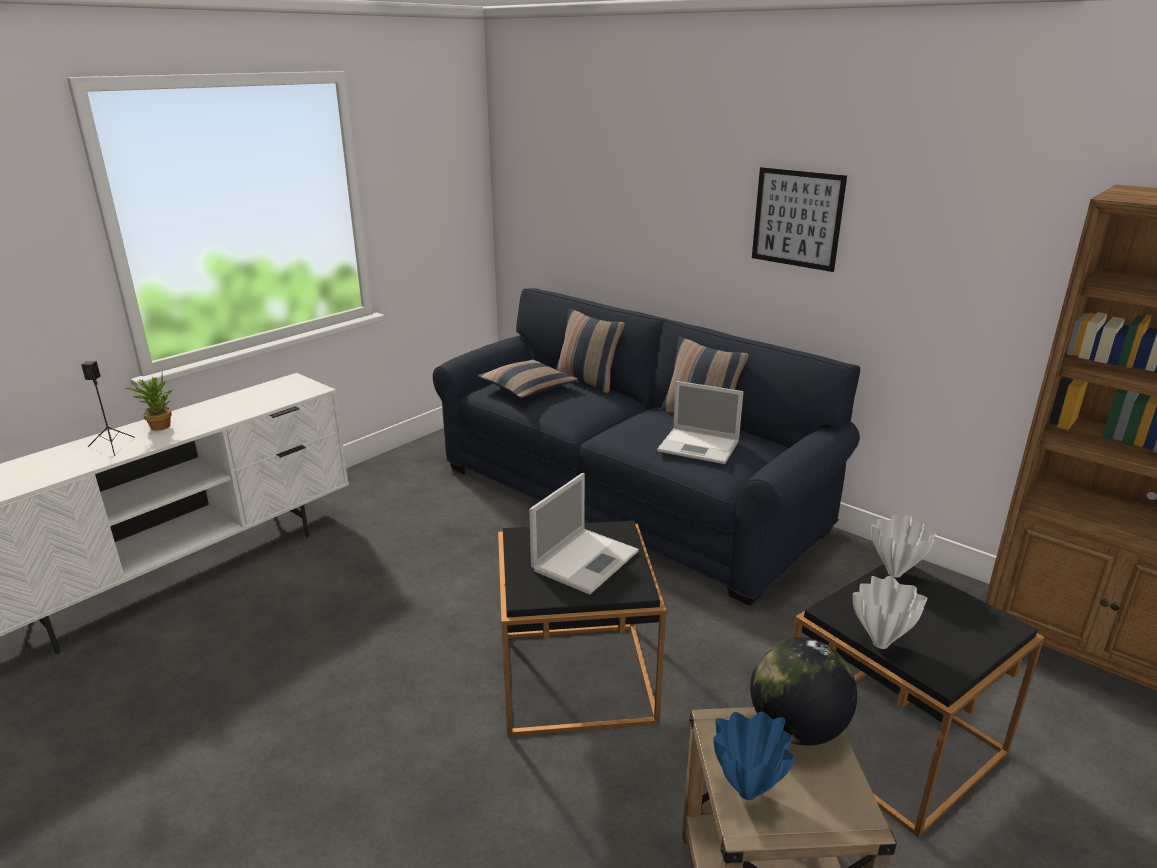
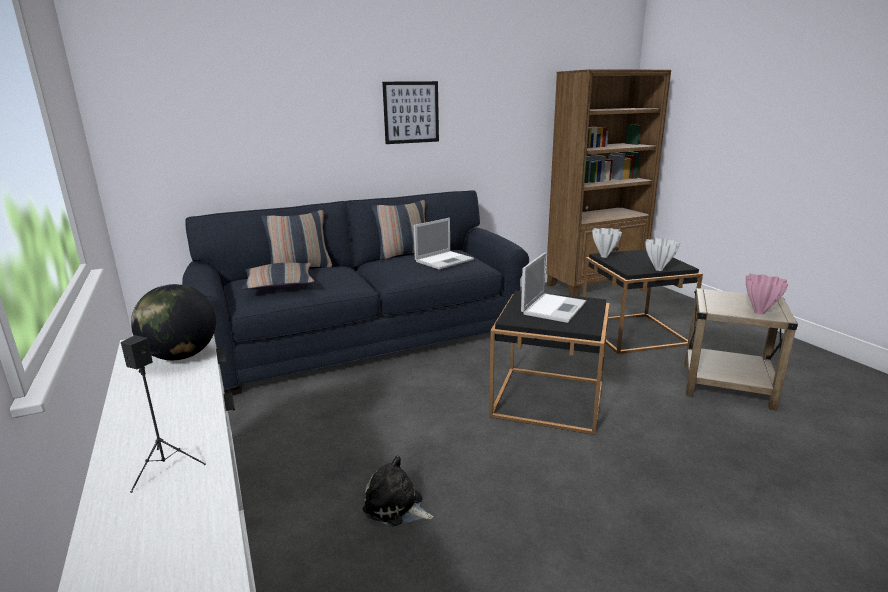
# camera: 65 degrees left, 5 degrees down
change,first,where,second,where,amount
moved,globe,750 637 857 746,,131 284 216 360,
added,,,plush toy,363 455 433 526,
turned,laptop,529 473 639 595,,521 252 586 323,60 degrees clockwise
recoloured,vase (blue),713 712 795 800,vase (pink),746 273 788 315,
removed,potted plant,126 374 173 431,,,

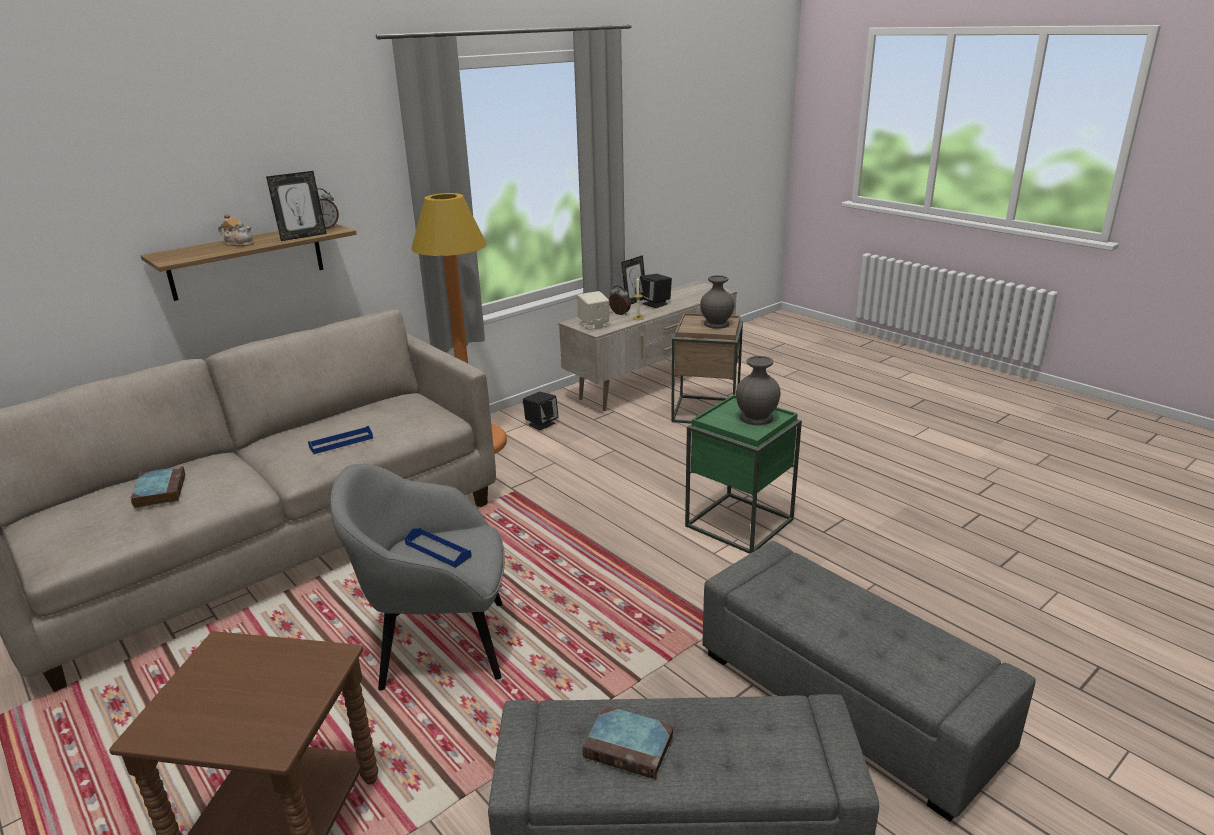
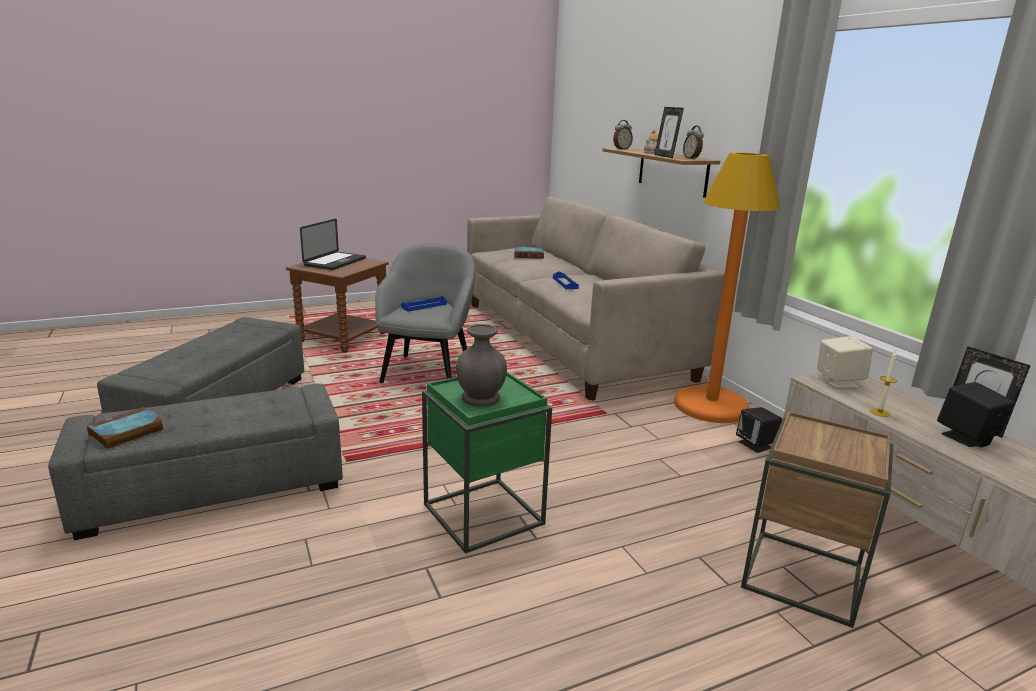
# camera: 105 degrees right, 5 degrees down
change,first,where,second,where,amount
moved,book,582 705 674 780,,86 407 165 450,
added,,,laptop,300 219 366 270,
moved,alarm clock,609 285 631 315,,613 120 633 150,
removed,vase (grey),700 275 734 329,,,

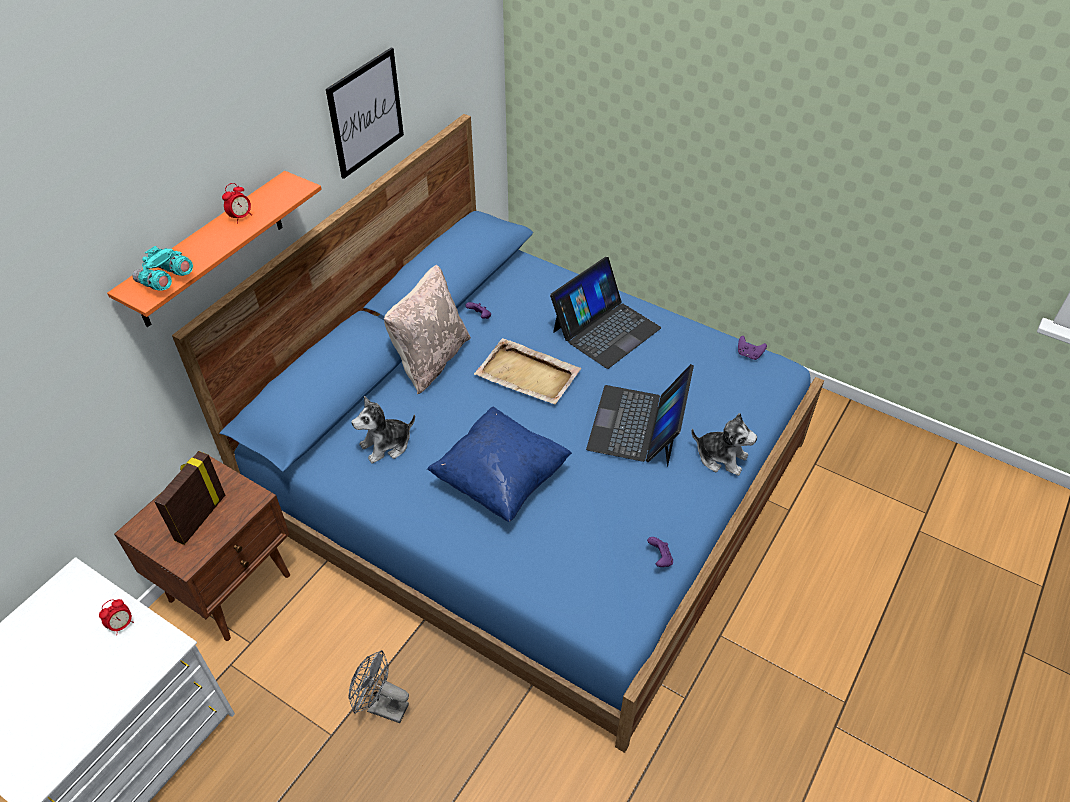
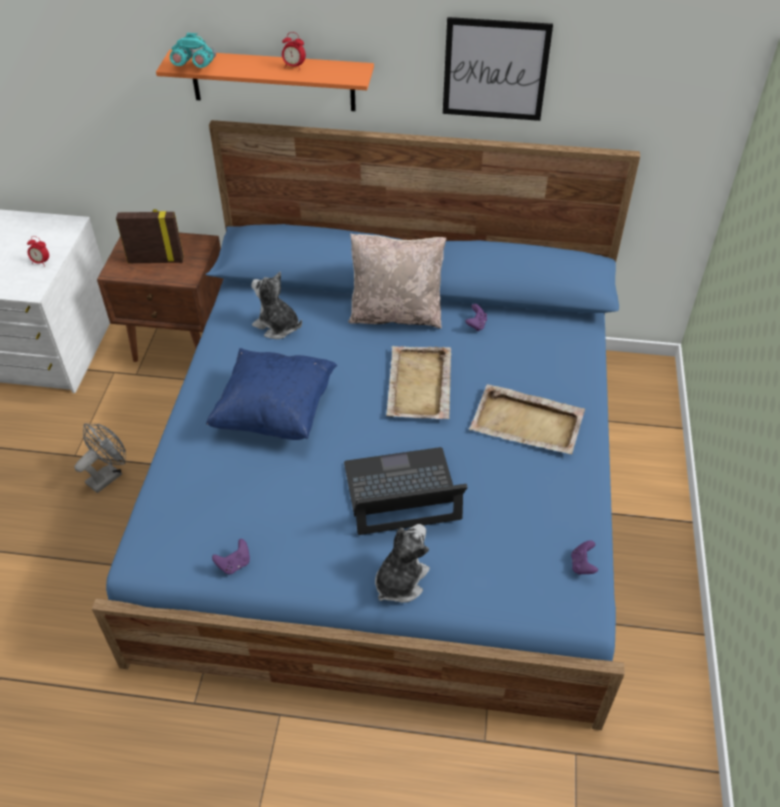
# camera: 65 degrees right, 0 degrees up
change,first,where,second,where,amount
turned,fan (grey),348 650 409 723,,74 423 126 493,45 degrees clockwise
turned,plush toy,691 413 757 476,,375 524 430 603,150 degrees counterclockwise
replaced,laptop,550 257 661 369,tray (beige),469 384 585 454,

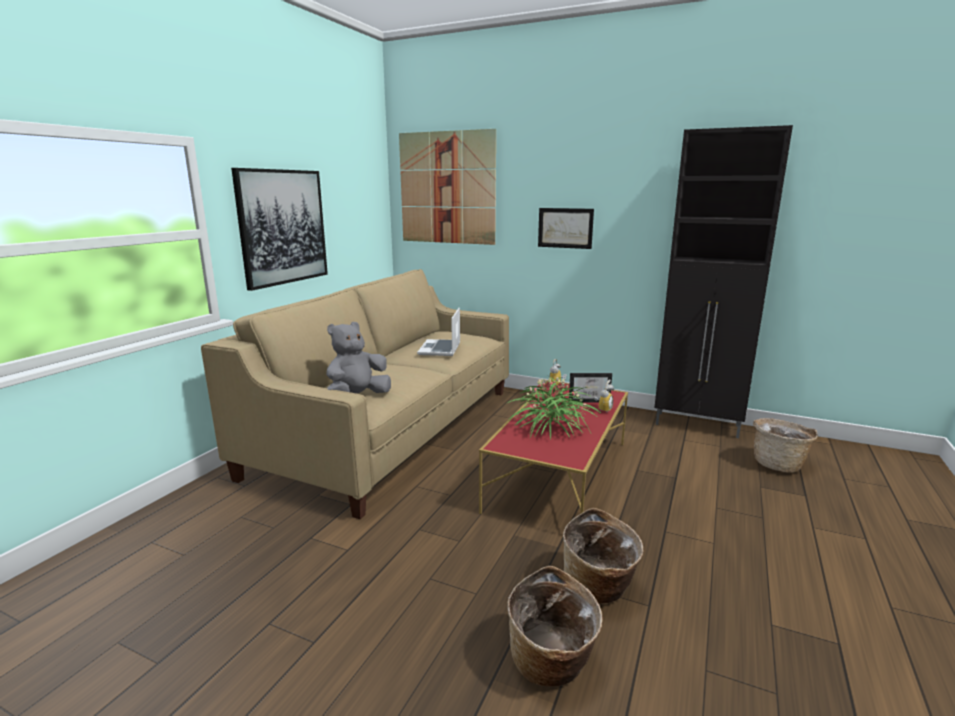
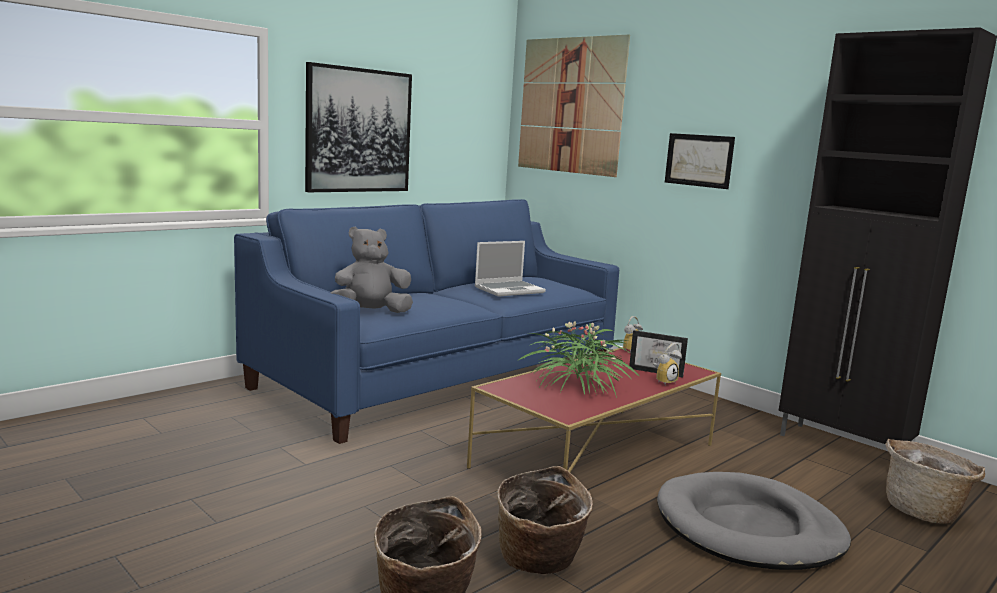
# camera: 20 degrees right, 5 degrees down
change,first,where,second,where,amount
recoloured,sofa (beige),201 269 509 519,sofa (blue),234 199 619 444,
turned,laptop,417 308 460 356,,474 241 546 297,150 degrees counterclockwise
added,,,dog bed (grey),657 472 851 570,

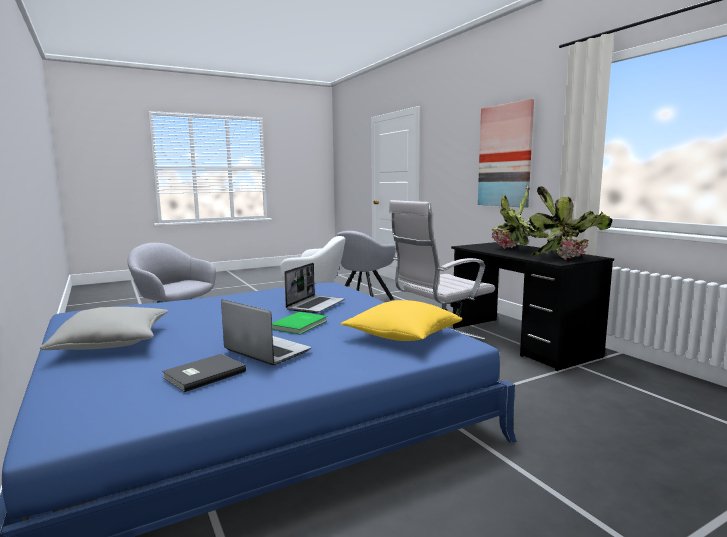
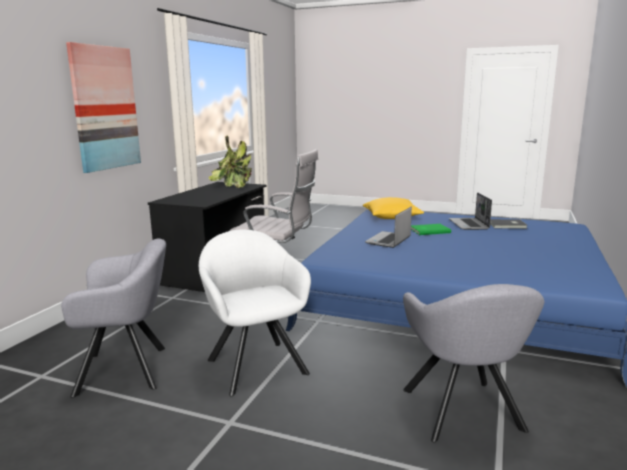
# camera: 130 degrees left, 5 degrees up
change,first,where,second,where,amount
turned,laptop,284 263 345 313,,365 207 412 248,45 degrees counterclockwise
removed,pillow (grey),40 307 168 350,,,
removed,potted plant,491 186 549 249,,,

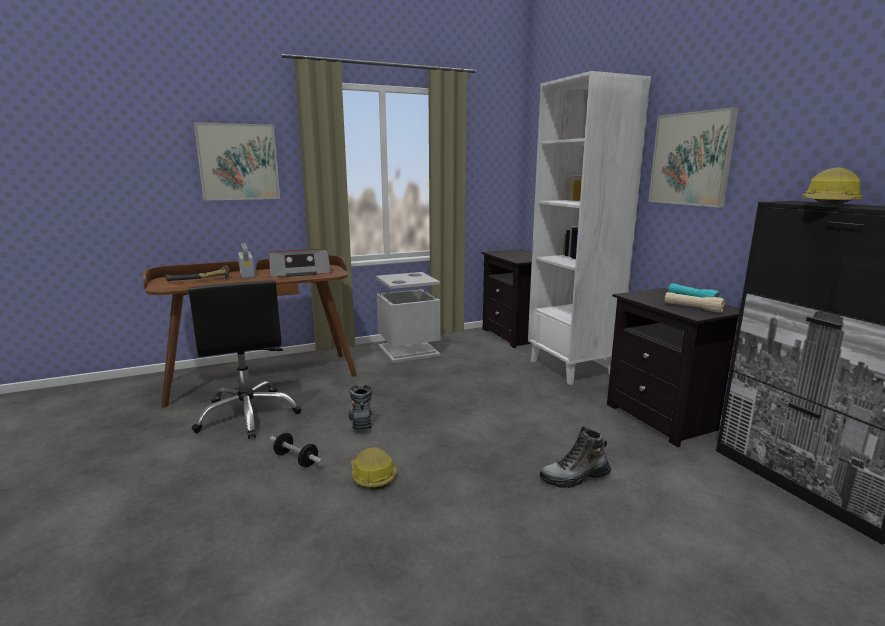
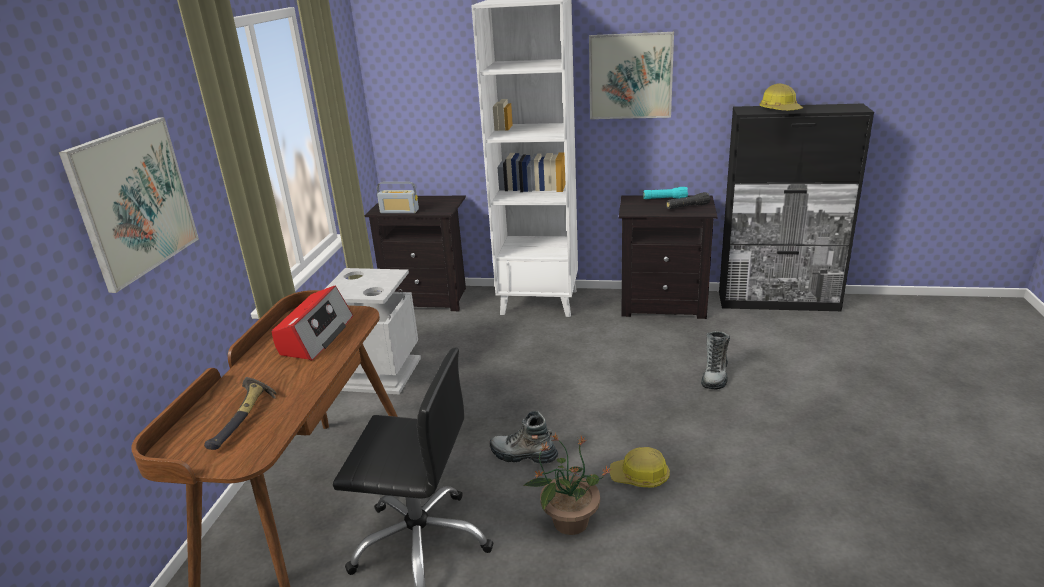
# camera: 55 degrees left, 10 degrees up
change,first,where,second,where,amount
moved,radio,238 243 255 278,,377 182 419 213,
replaced,dumbbell,270 433 323 467,potted plant,523 433 611 535,
recoloured,flashlight (beige),665 292 725 313,flashlight (black),666 192 711 209,

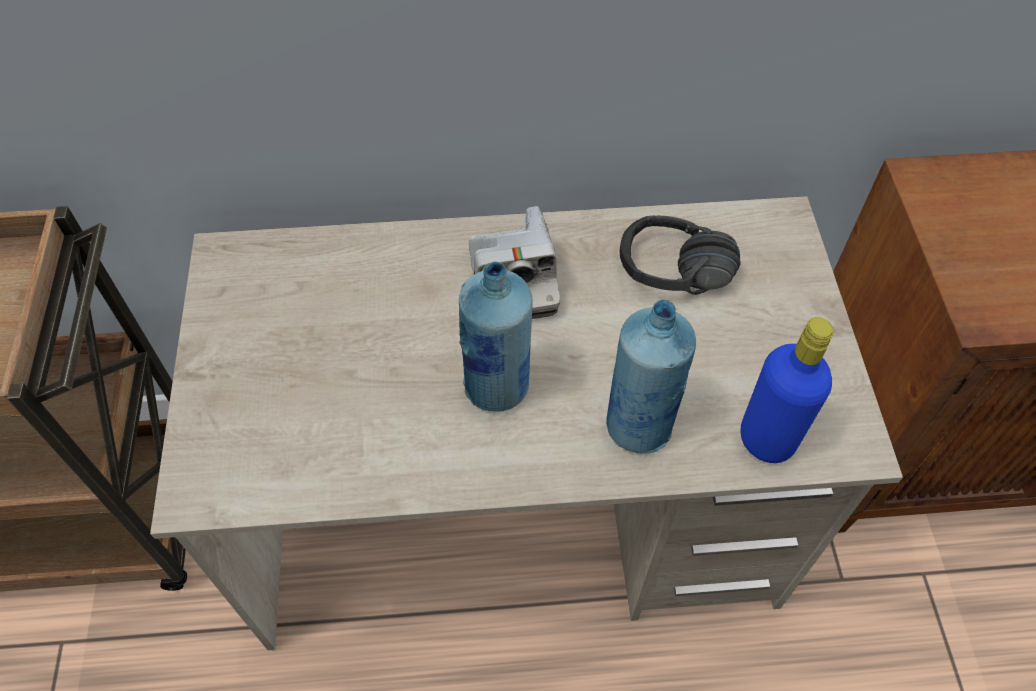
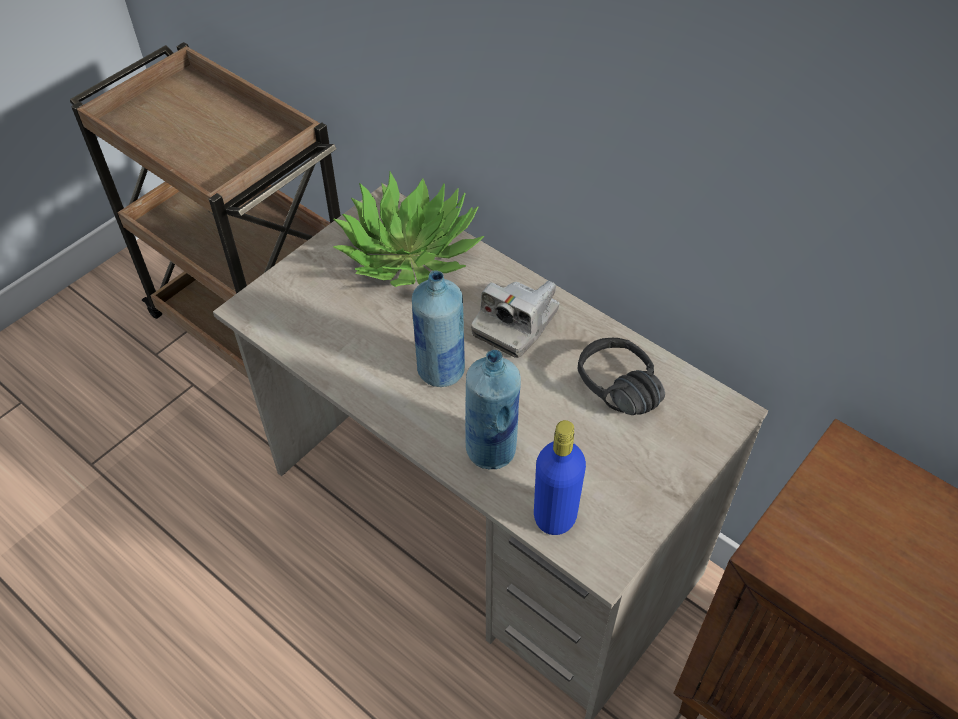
# camera: 45 degrees right, 5 degrees down
change,first,where,second,where,amount
added,,,potted plant,333 172 484 287,

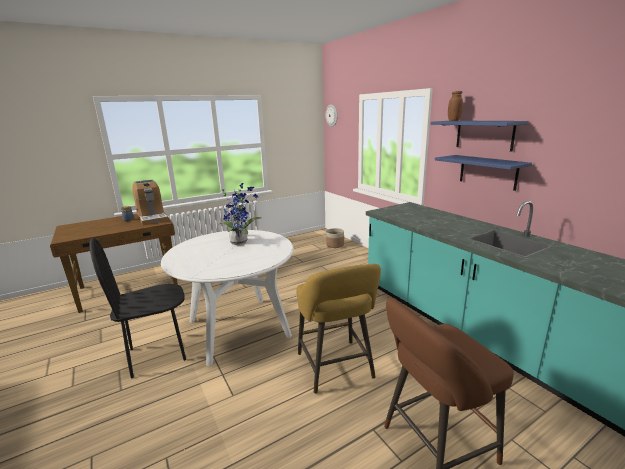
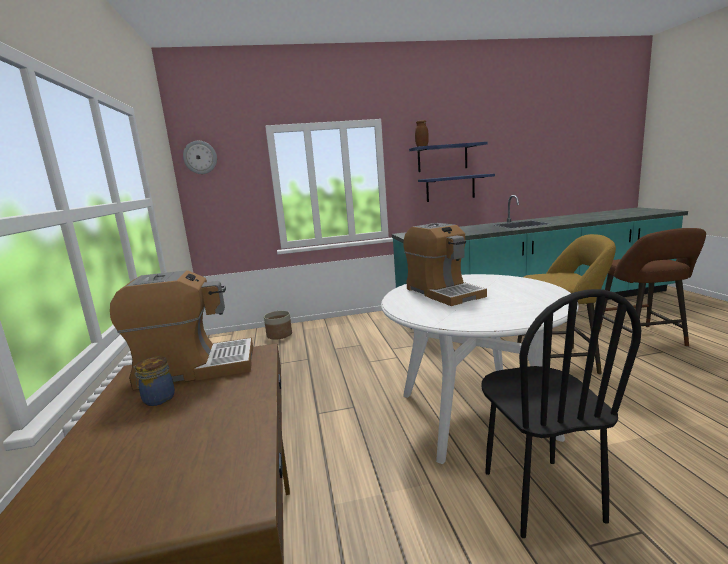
# camera: 70 degrees left, 5 degrees down
change,first,where,second,where,amount
replaced,potted plant,218 183 261 245,coffee machine,403 223 487 306,

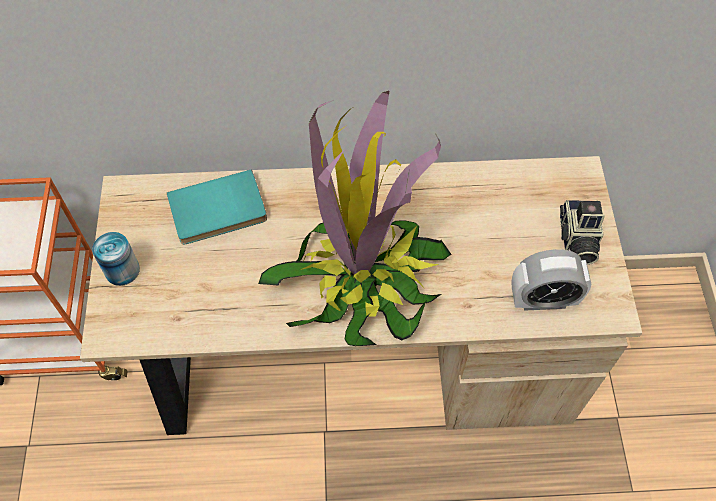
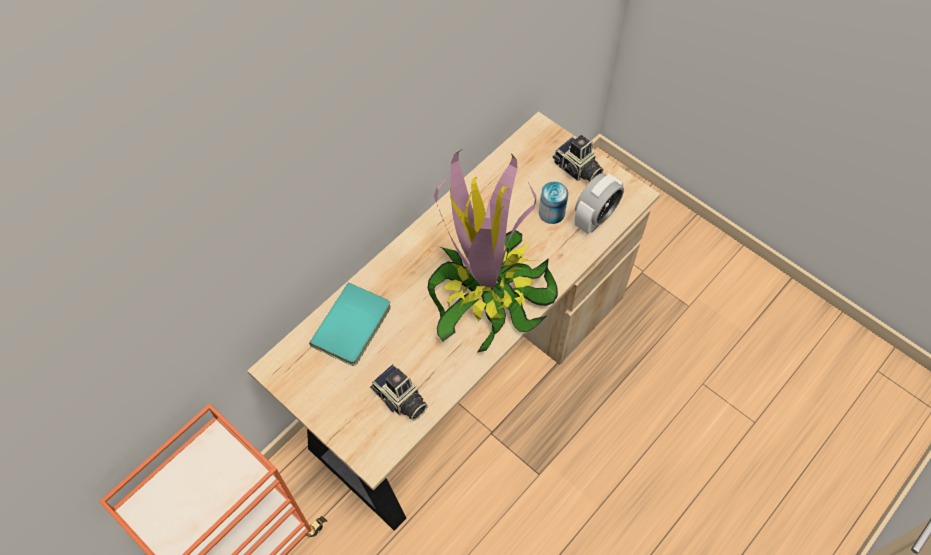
# camera: 45 degrees left, 0 degrees up
change,first,where,second,where,amount
added,,,photo camera,370 364 428 421,
moved,can,92 232 140 286,,539 181 569 224,

